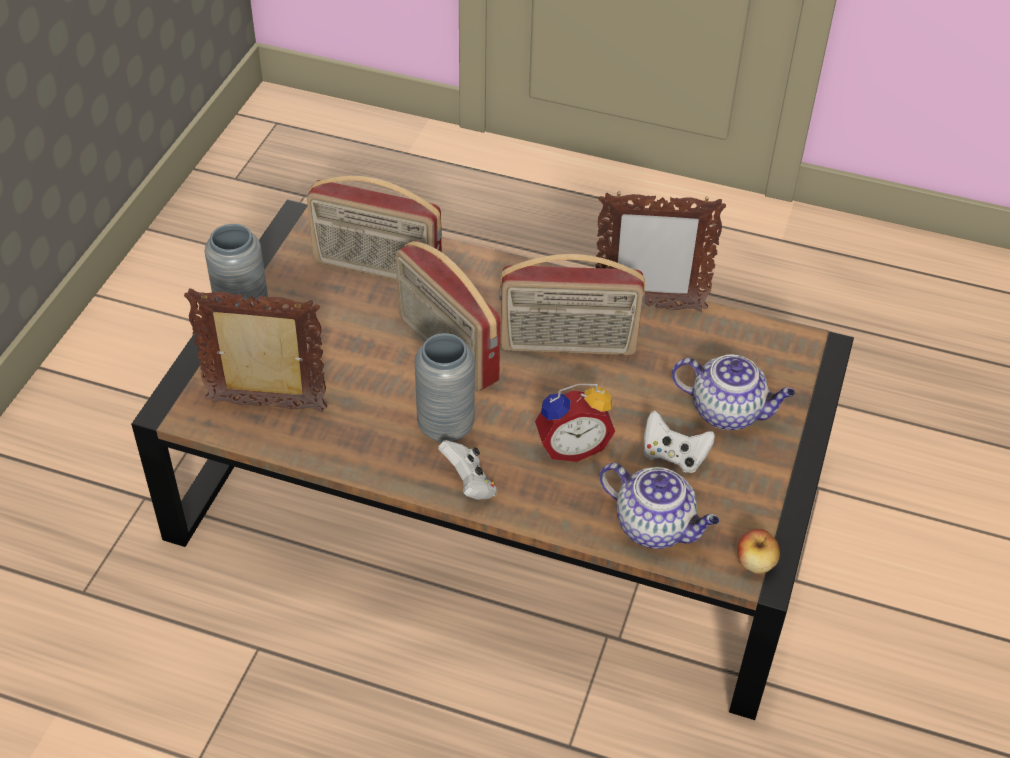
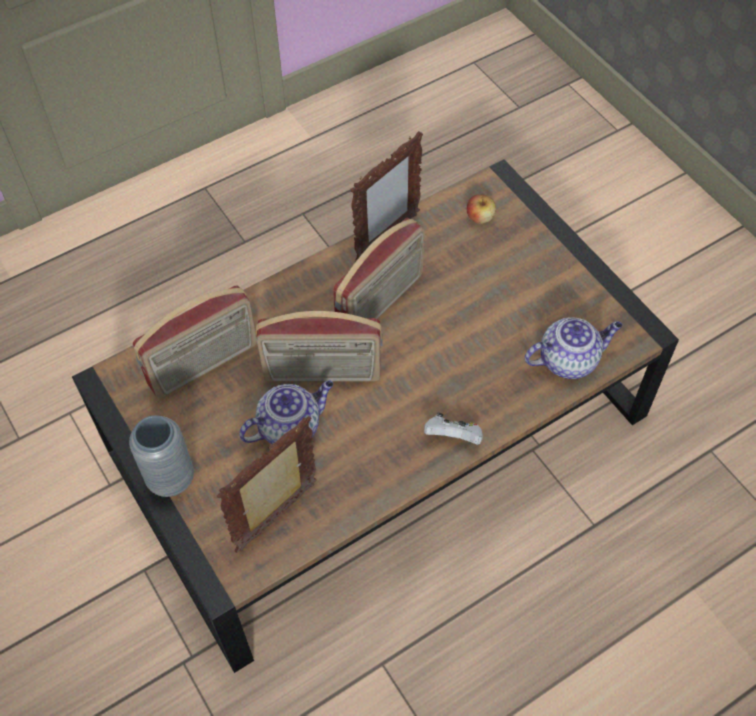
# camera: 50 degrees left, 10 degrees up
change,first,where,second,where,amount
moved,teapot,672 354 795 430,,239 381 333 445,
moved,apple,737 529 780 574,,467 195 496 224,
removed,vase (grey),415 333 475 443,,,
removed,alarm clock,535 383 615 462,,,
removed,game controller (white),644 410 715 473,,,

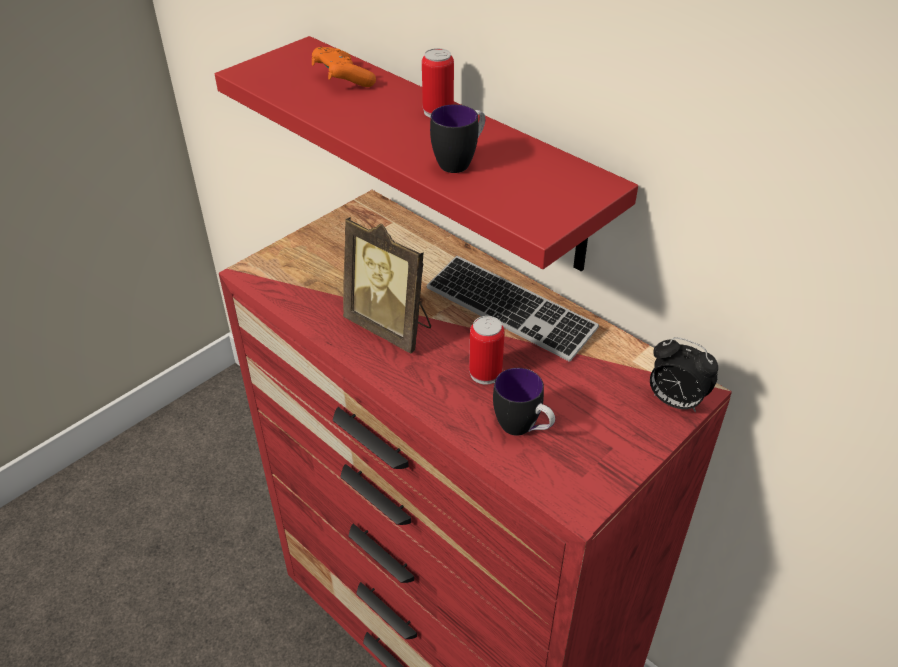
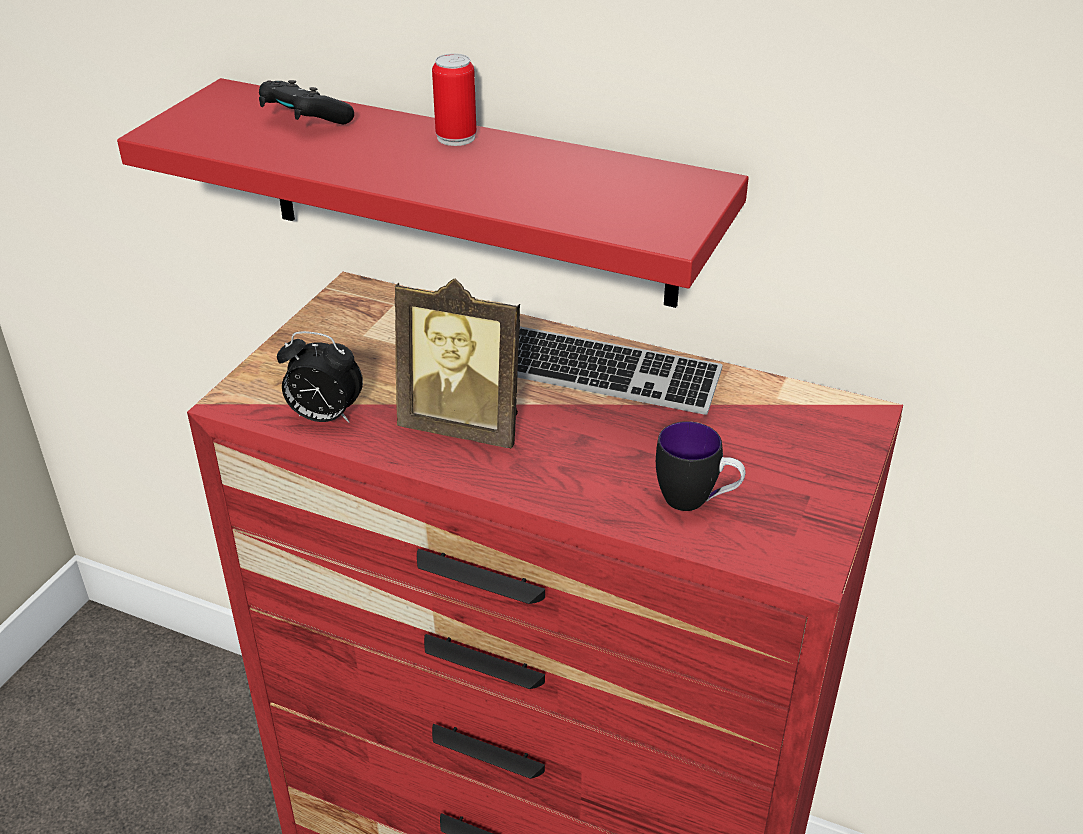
# camera: 20 degrees left, 5 degrees down
change,first,where,second,where,amount
recoloured,game controller (orange),312 47 376 87,game controller (black),259 80 354 124,
moved,alarm clock,650 337 718 412,,277 331 363 423,
removed,mug,430 104 485 173,,,
removed,can,469 316 505 384,,,

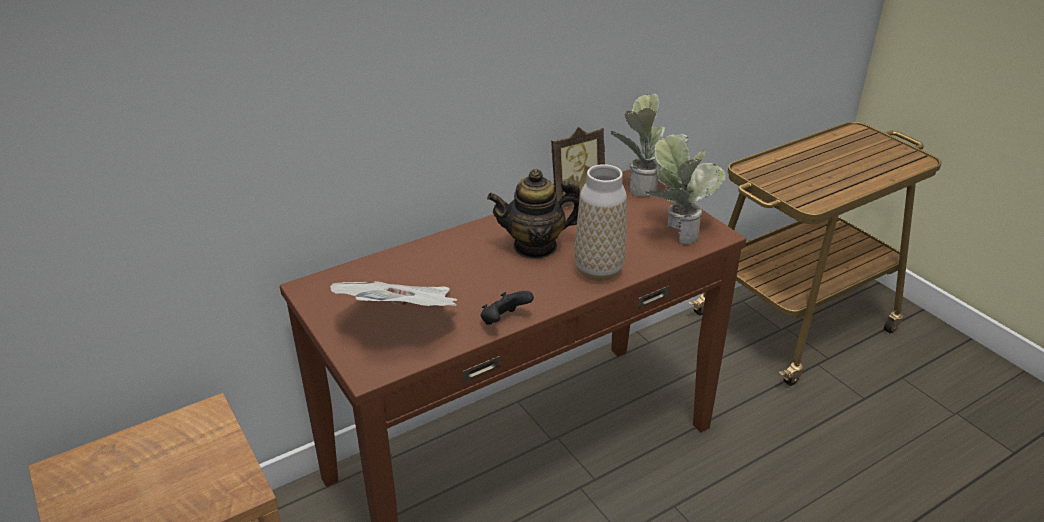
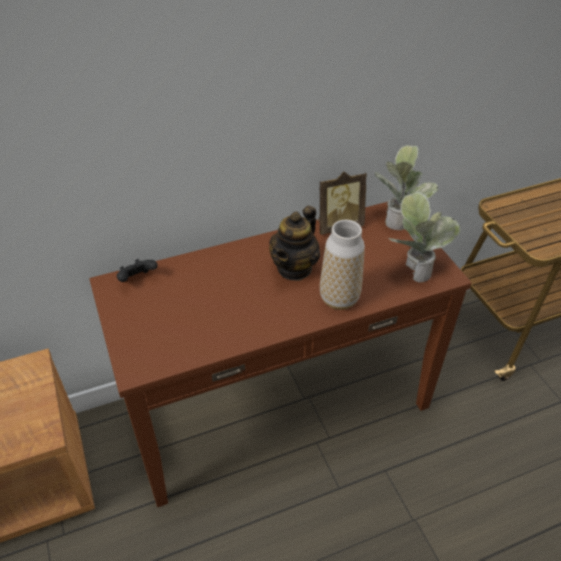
# camera: 10 degrees right, 10 degrees up
change,first,where,second,where,amount
moved,game controller (black),481 291 534 325,,117 259 158 282,
turned,teapot,487 169 580 259,,269 206 320 281,60 degrees counterclockwise
removed,newspaper,330 281 457 306,,,

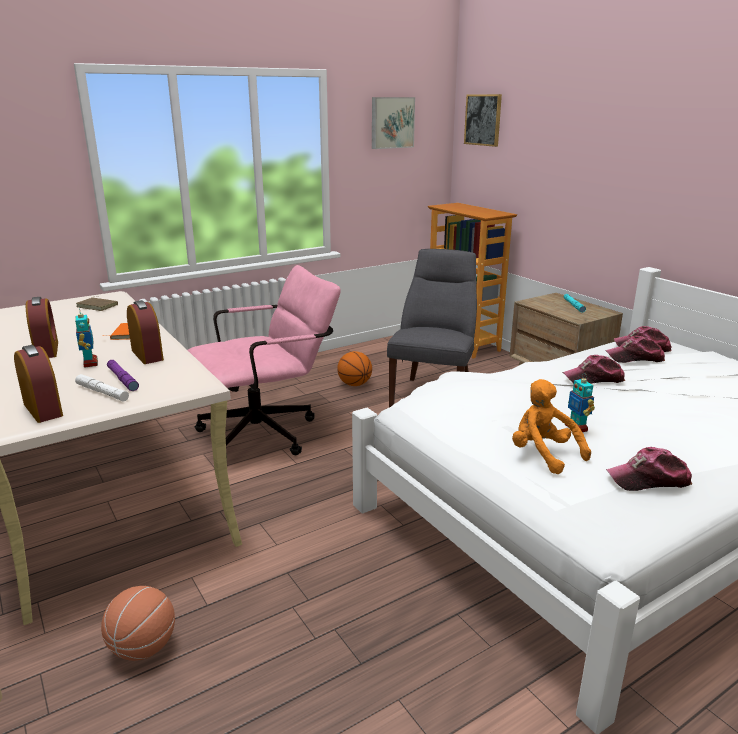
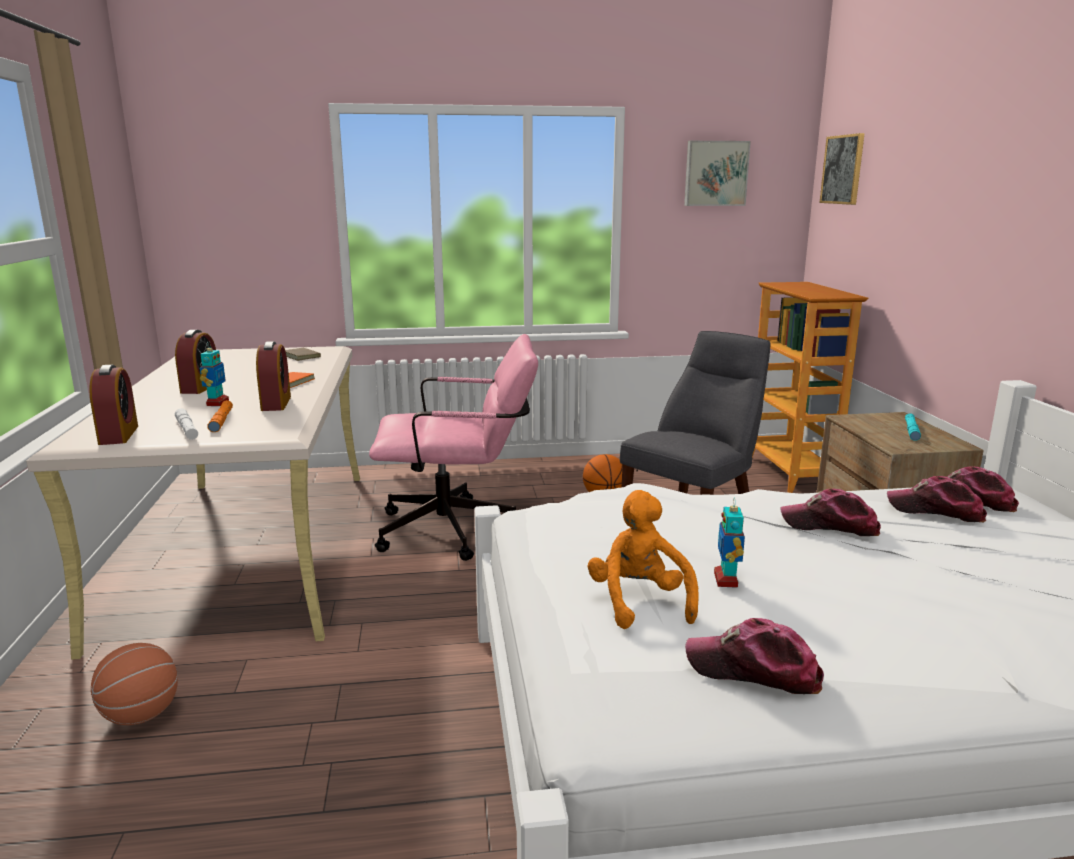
# camera: 25 degrees right, 5 degrees down
change,first,where,second,where,amount
recoloured,flashlight (purple),107 360 139 391,flashlight (orange),207 400 233 432,

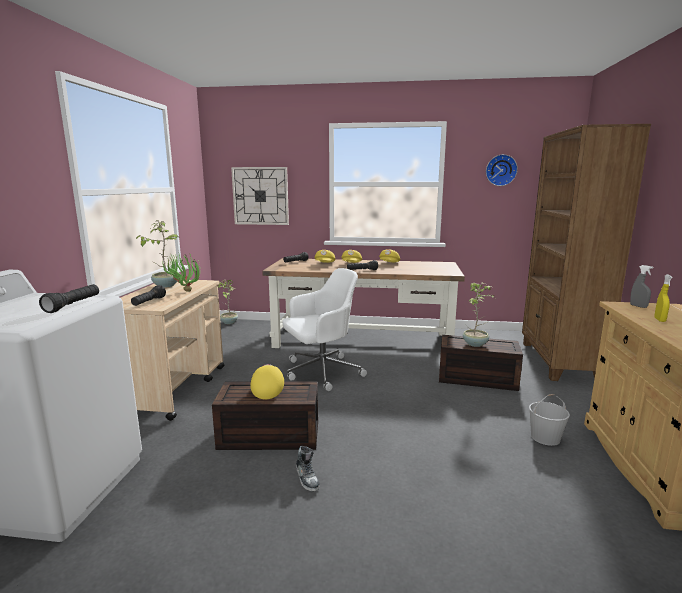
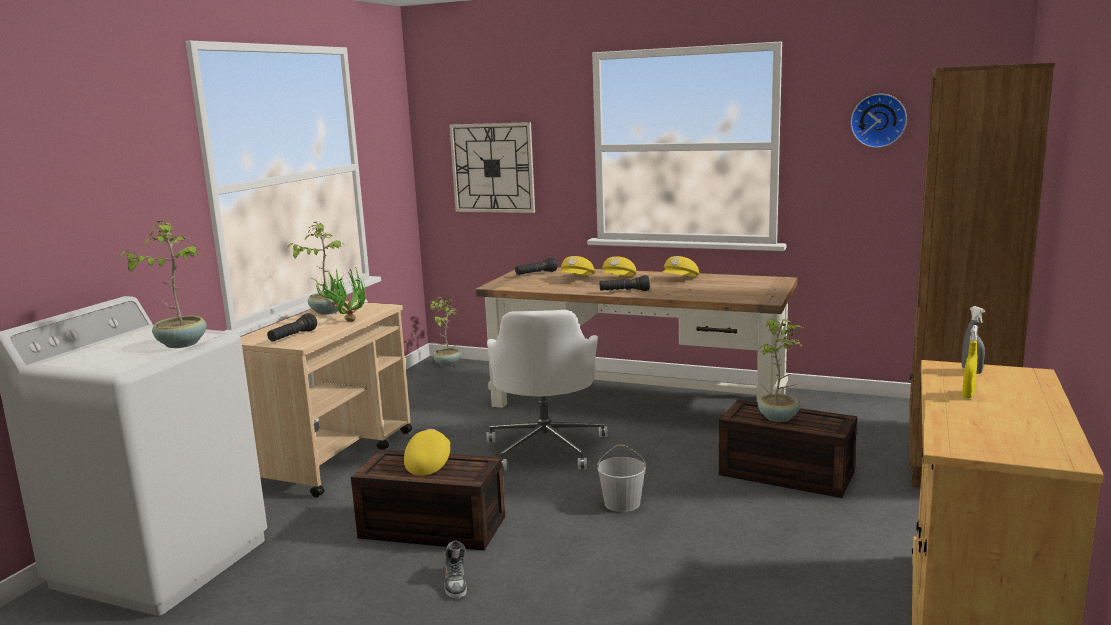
# camera: 15 degrees right, 0 degrees up
change,first,where,second,where,amount
replaced,flashlight (black),39 284 99 313,potted plant,119 220 207 348,
turned,office chair (white),282 268 367 391,,486 310 608 470,105 degrees clockwise
moved,bucket (white),529 394 570 446,,597 445 646 512,

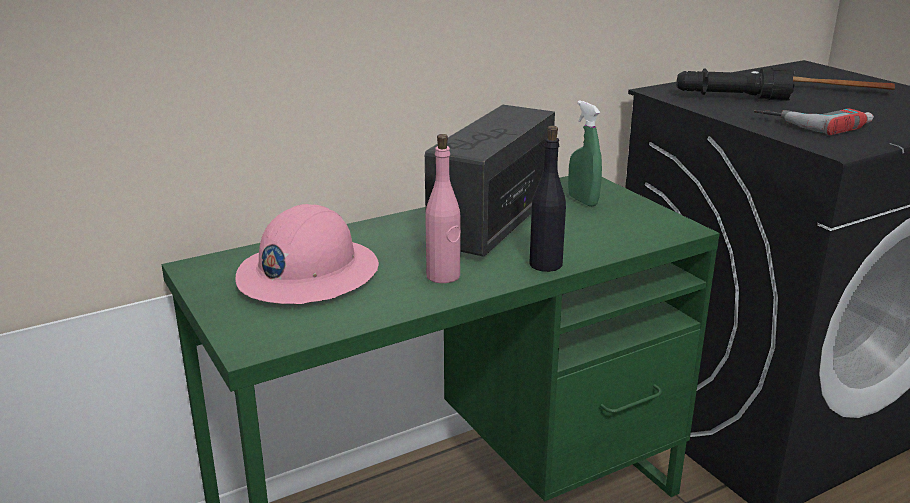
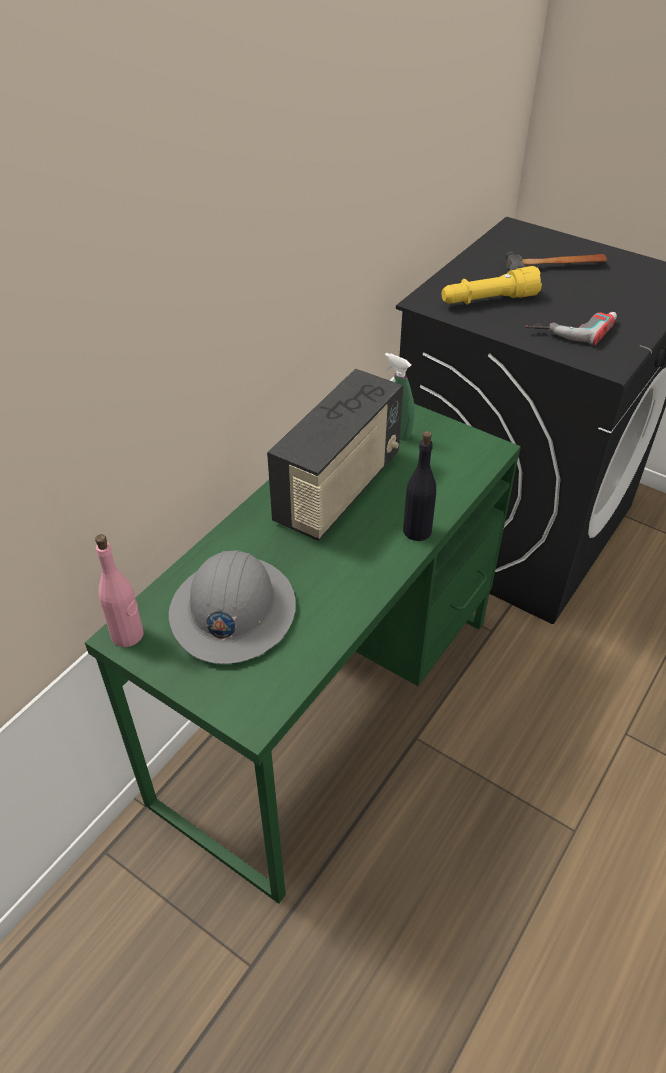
# camera: 25 degrees left, 20 degrees up
change,first,where,second,where,amount
moved,bottle (pink),425 134 461 283,,95 534 144 647,
recoloured,hard hat (pink),235 204 379 304,hard hat (grey),169 550 296 664,
turned,radio,425 105 555 257,,267 369 403 541,150 degrees counterclockwise
recoloured,flashlight (black),677 67 795 101,flashlight (yellow),442 266 542 305,

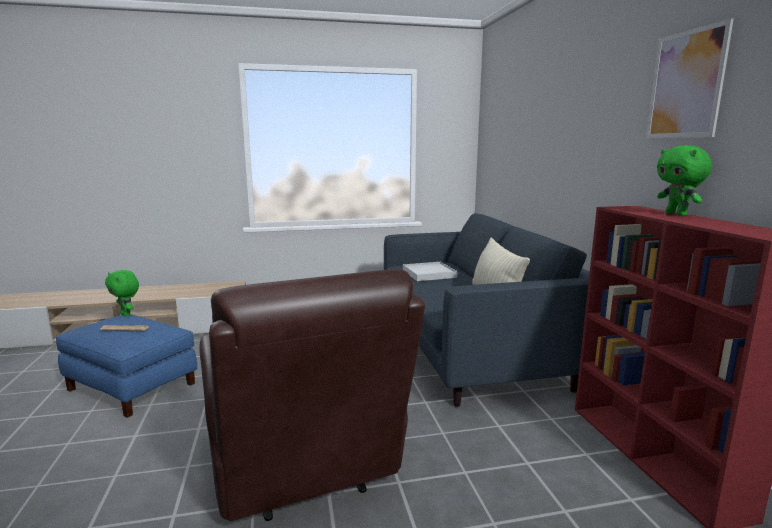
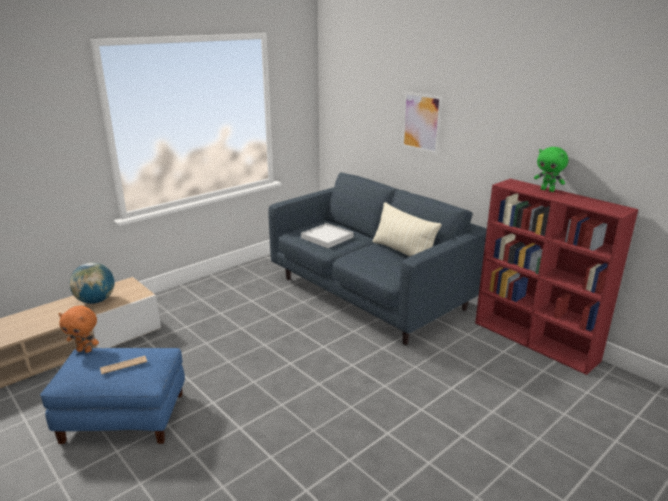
# camera: 30 degrees left, 10 degrees up
change,first,where,second,where,amount
recoloured,plush toy (green),105 270 139 316,plush toy (orange),58 305 99 353,
added,,,globe,70 263 114 304,
moved,picture,646 18 734 138,,402 92 442 154,
removed,armchair (brown),199 269 425 521,,,

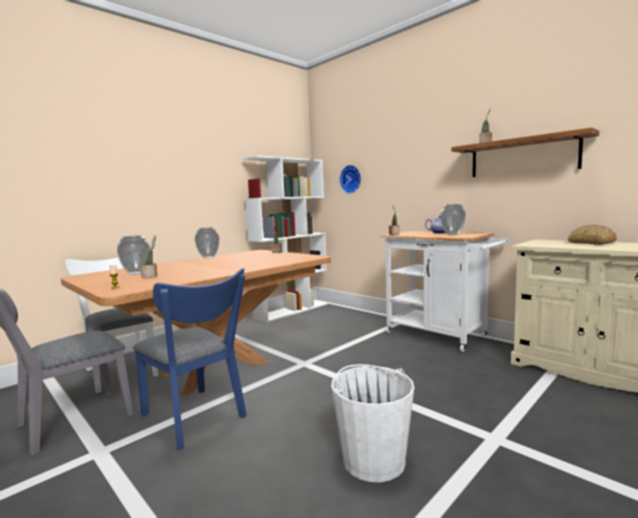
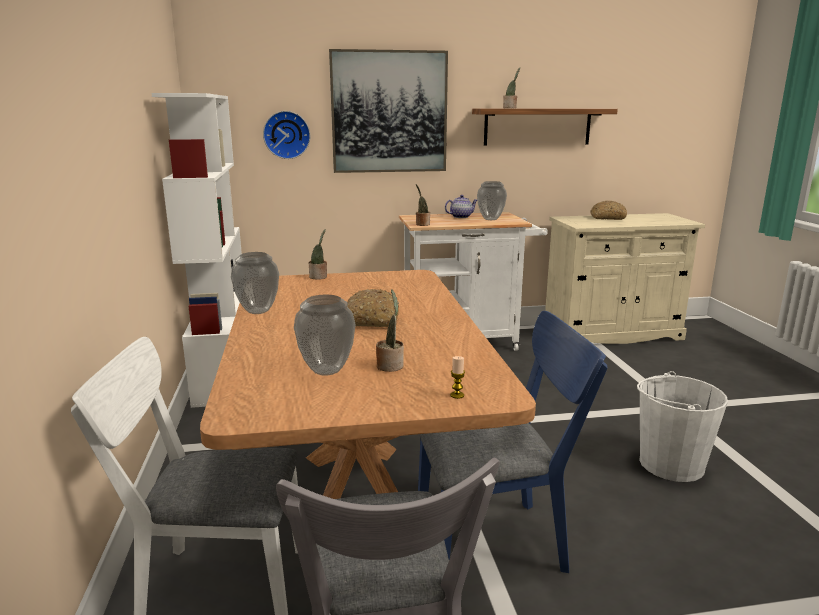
# camera: 55 degrees left, 10 degrees up
change,first,where,second,where,amount
added,,,picture,329 49 448 173,
added,,,bread,347 289 399 327,

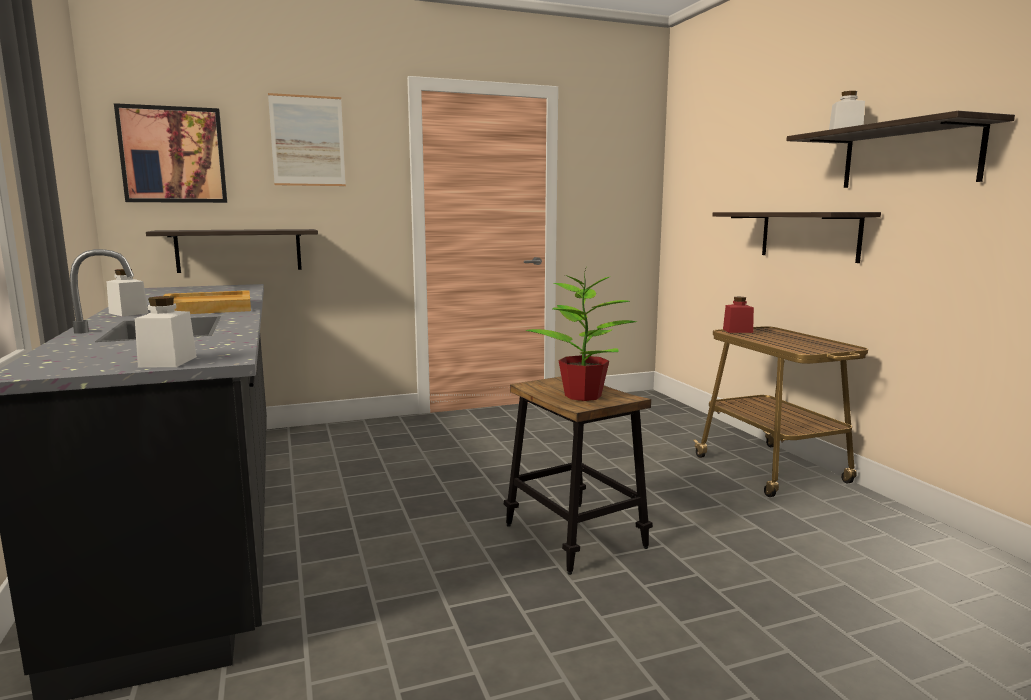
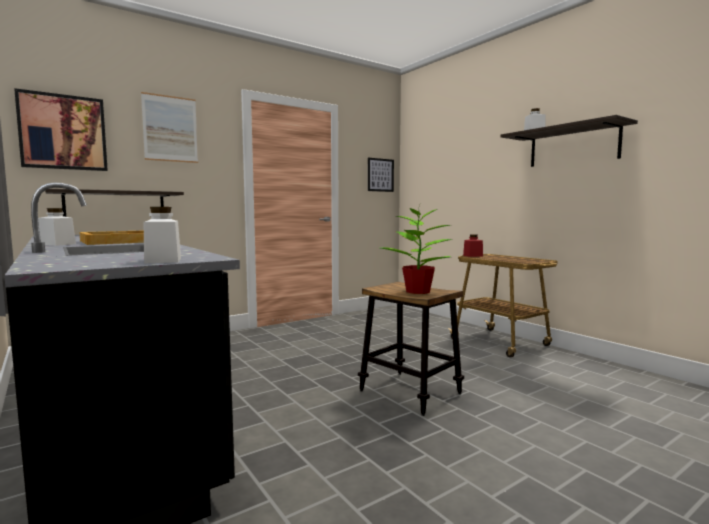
# camera: 15 degrees left, 5 degrees down
change,first,where,second,where,amount
added,,,picture,368 158 394 192,
removed,shelf,712 212 881 263,,,

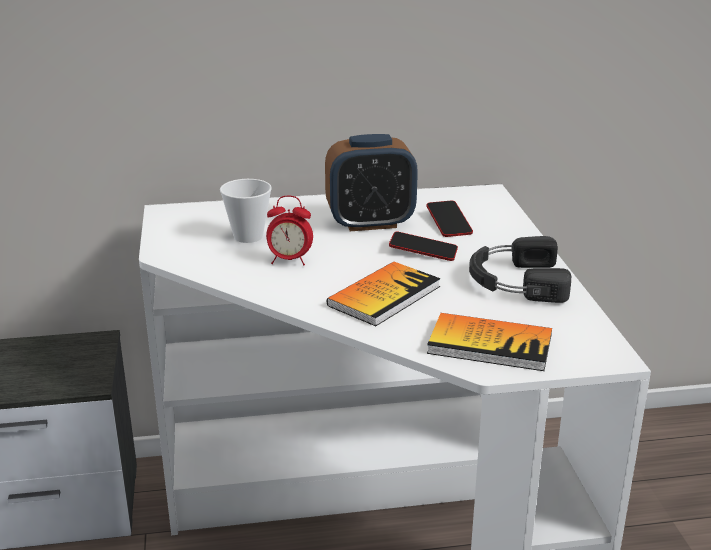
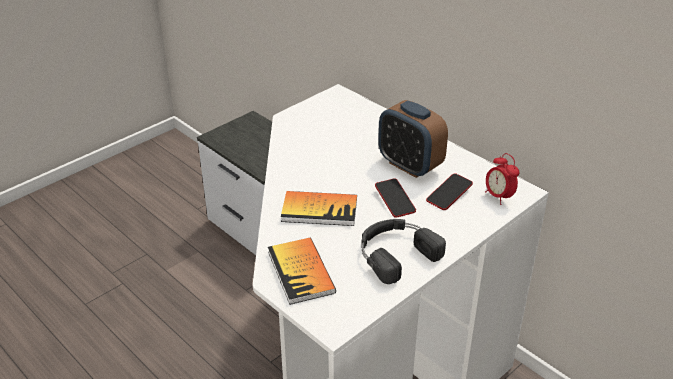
# camera: 55 degrees right, 10 degrees up
change,first,where,second,where,amount
moved,alarm clock,266 195 313 265,,485 153 520 205,
removed,cup,220 179 272 243,,,

